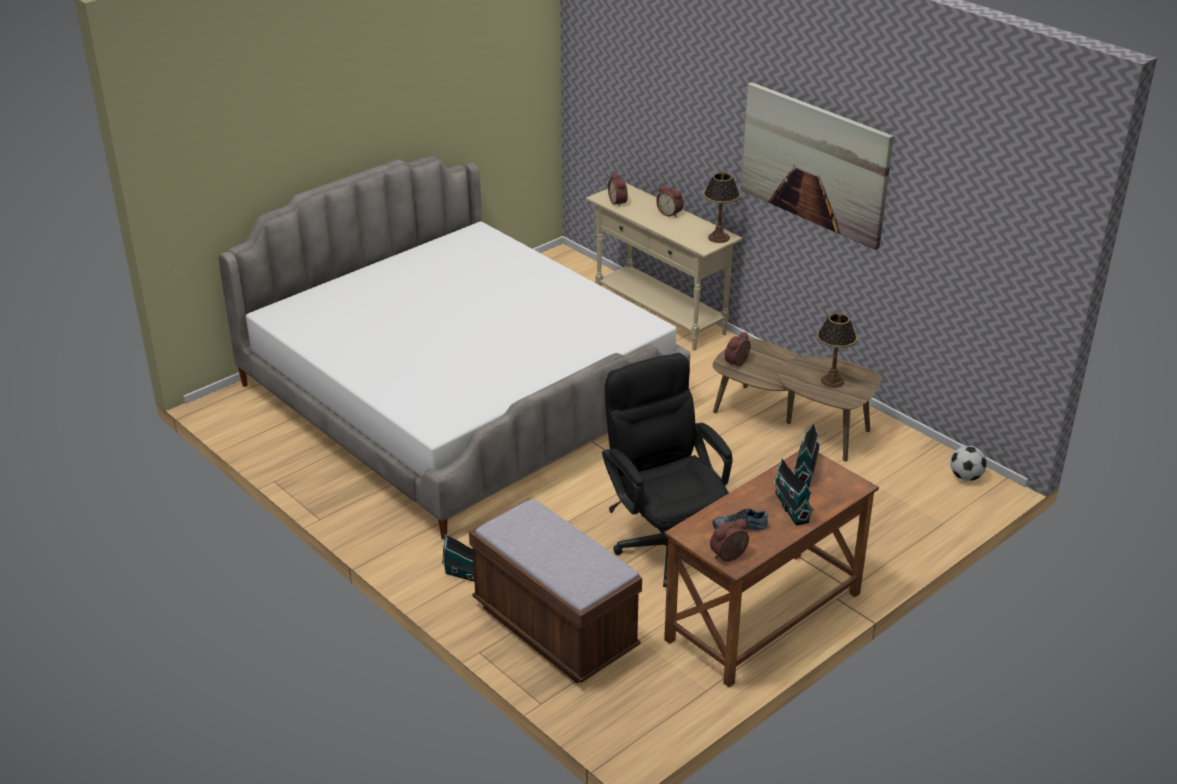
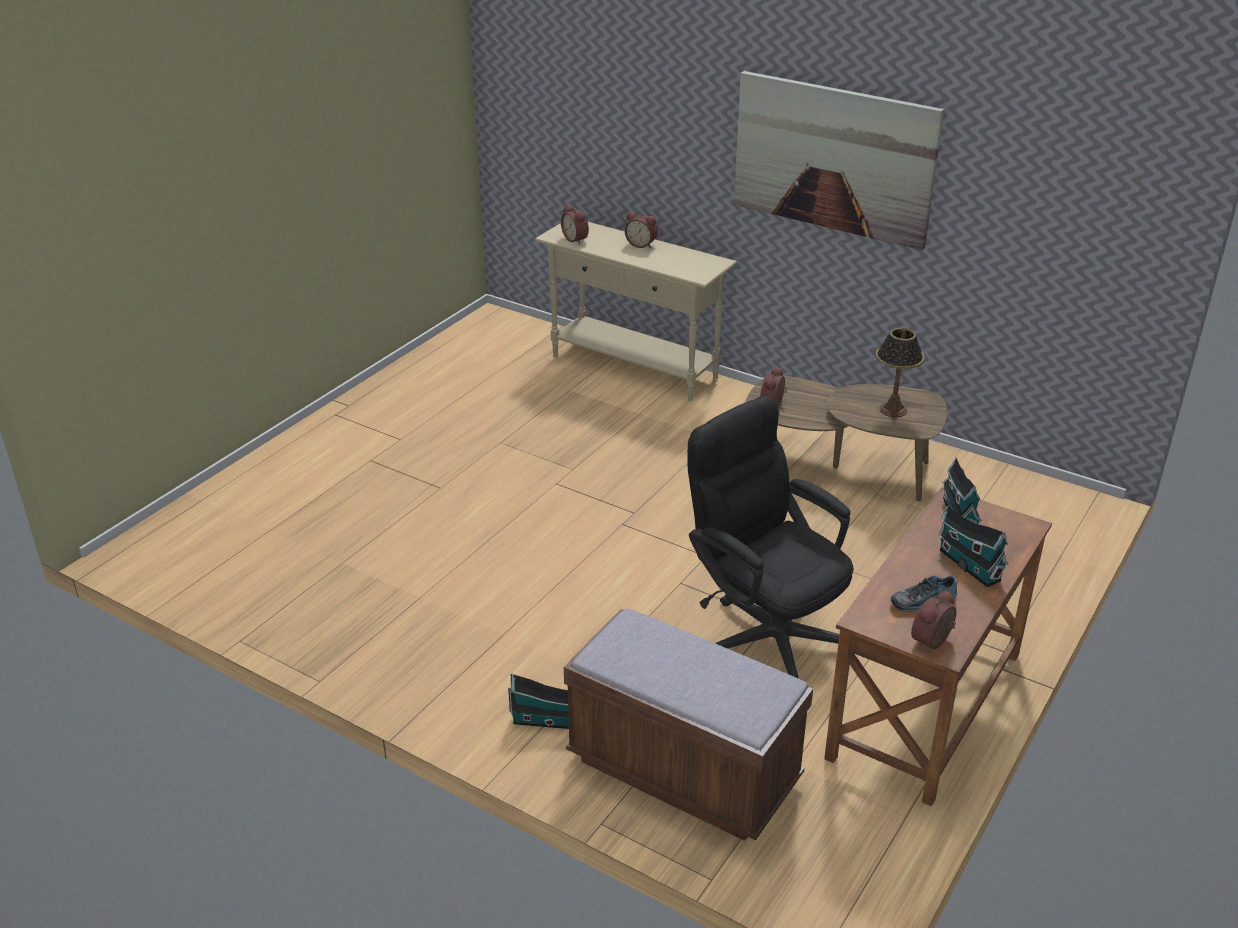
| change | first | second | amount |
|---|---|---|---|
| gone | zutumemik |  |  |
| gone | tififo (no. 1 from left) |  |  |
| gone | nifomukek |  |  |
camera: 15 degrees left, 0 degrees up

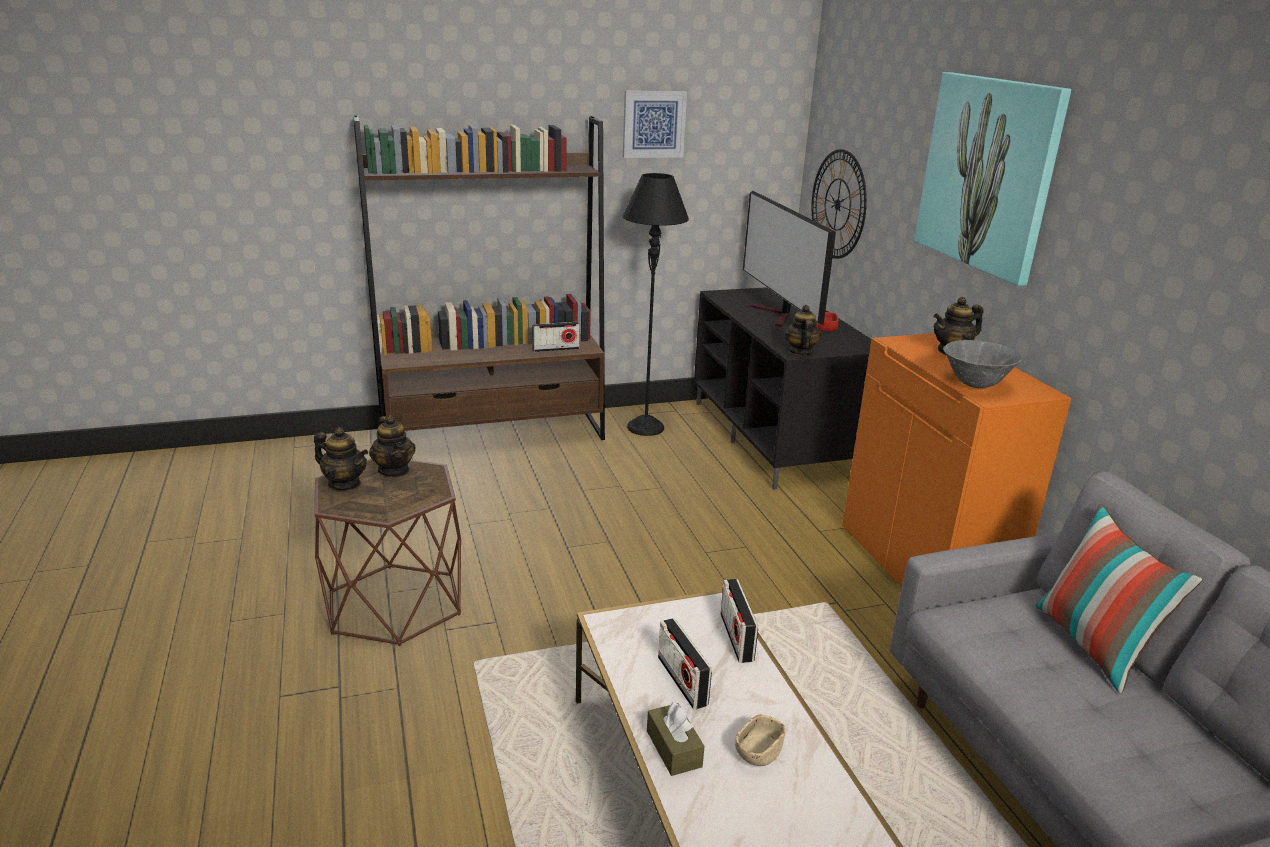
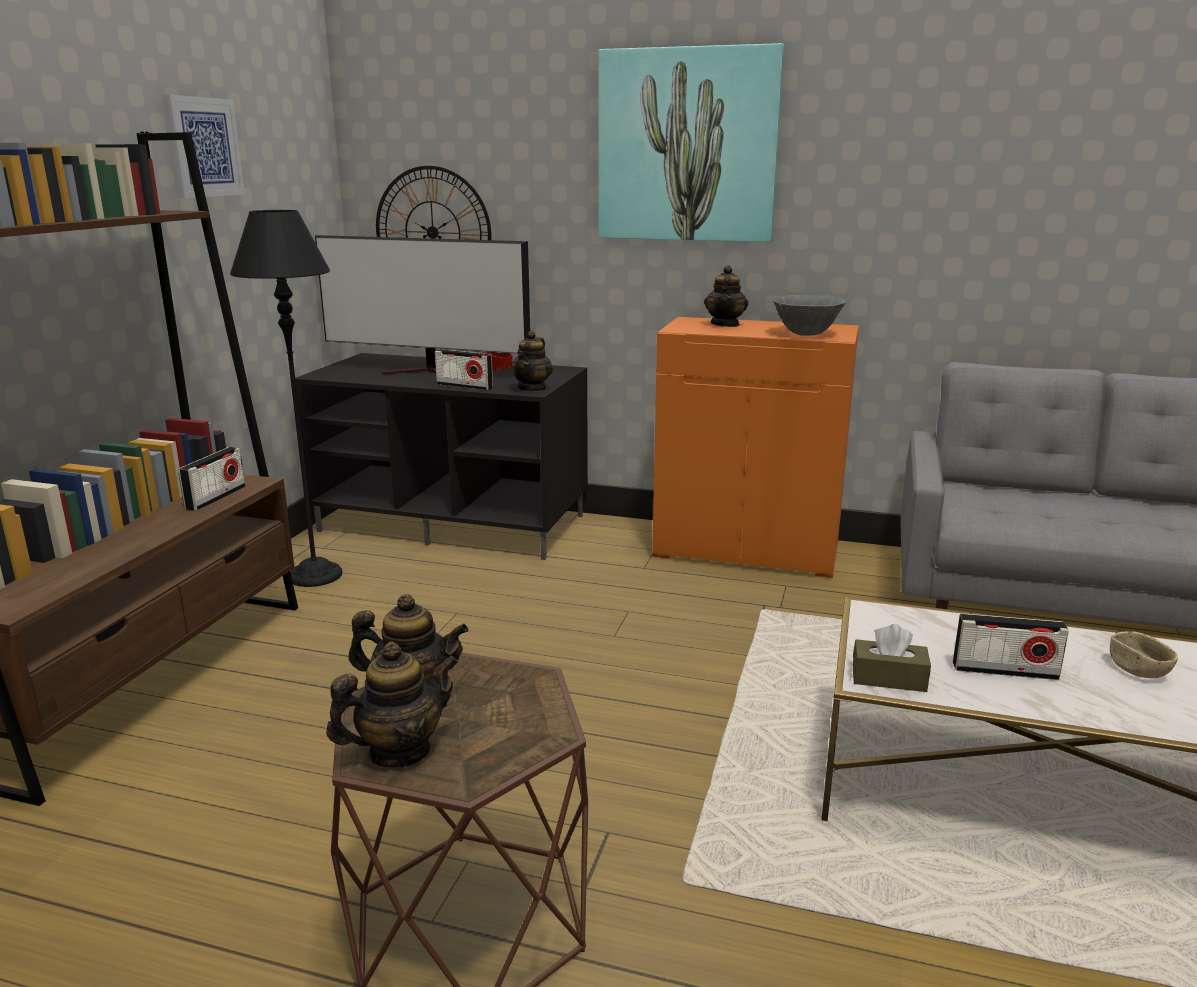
| change | first | second | amount |
|---|---|---|---|
| shifted | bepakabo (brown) |  |  |
| shifted | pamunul (no. 3 from left in the first image) | pamunul (no. 2 from left) |  |
| rotated | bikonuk (no. 3 from left) |  | 105 degrees counterclockwise |
| gone | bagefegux |  |  |
camera: 55 degrees left, 5 degrees down

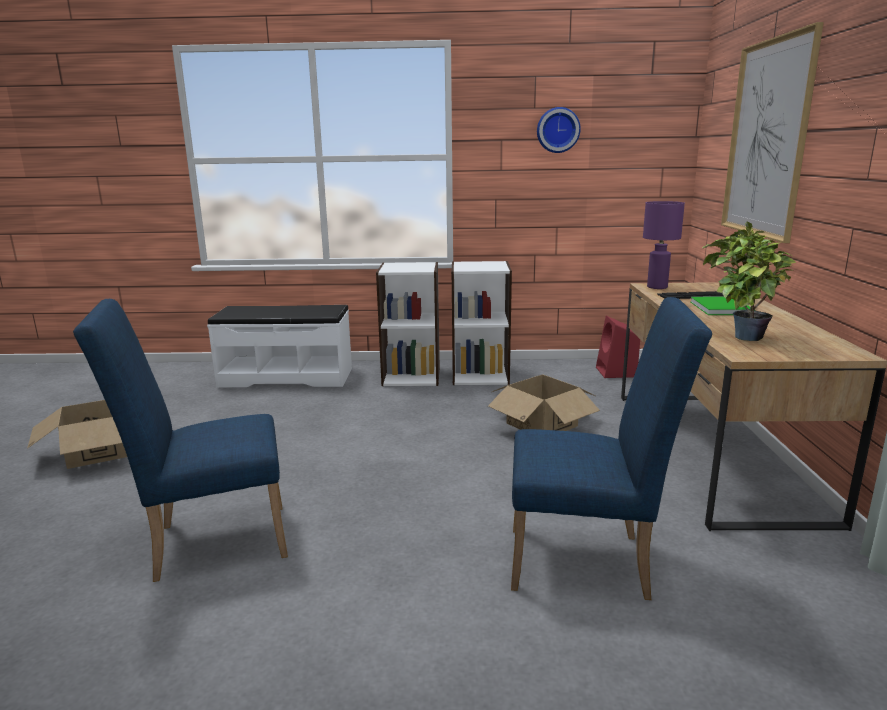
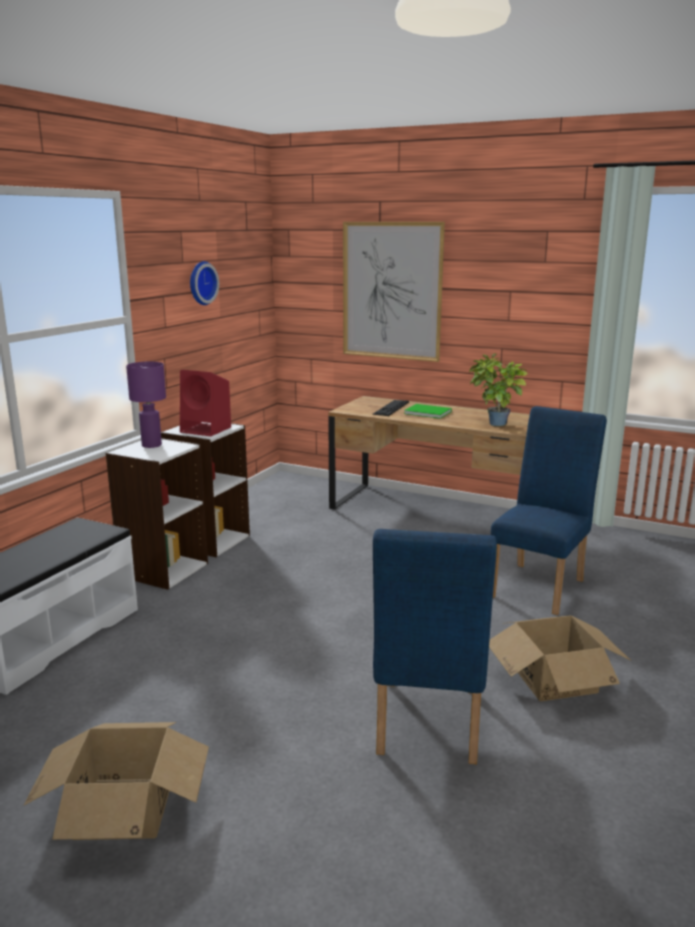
| change | first | second | amount |
|---|---|---|---|
| shifted | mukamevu (no. 2 from left) |  |  |
| shifted | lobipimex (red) |  |  |
| shifted | tififo (purple) |  |  |
camera: 65 degrees left, 0 degrees up

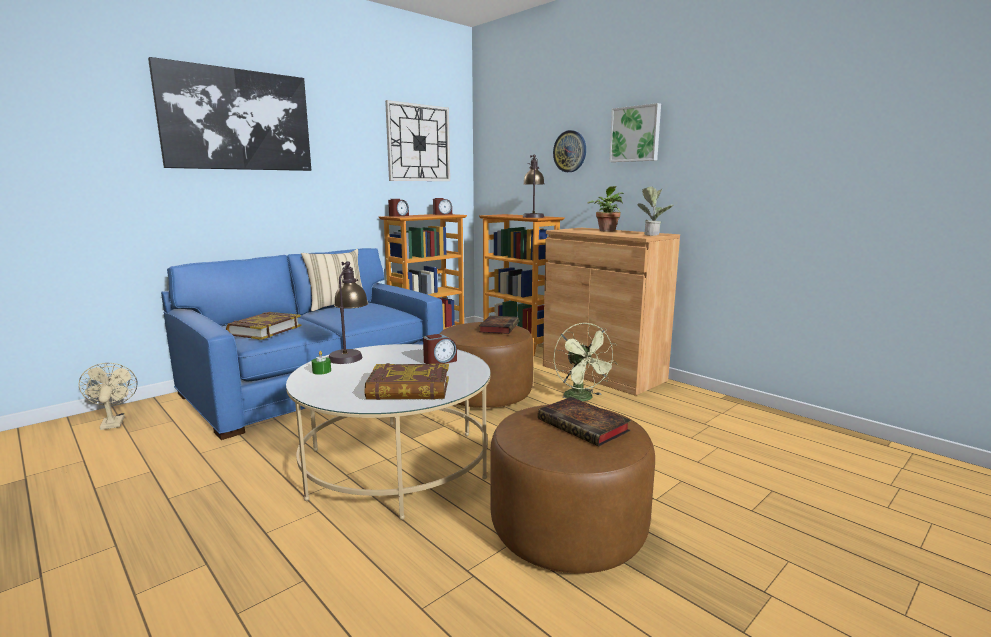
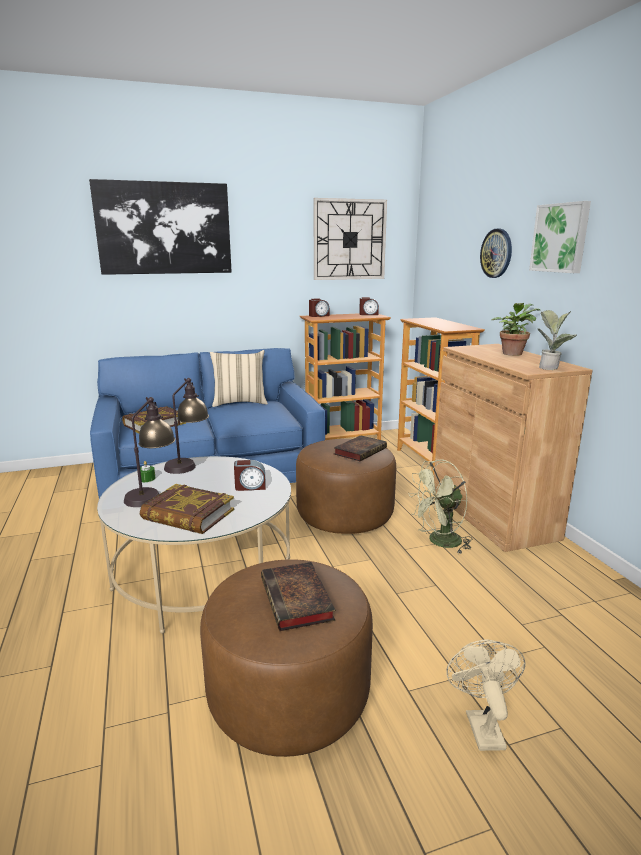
| change | first | second | amount |
|---|---|---|---|
| shifted | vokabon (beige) |  |  |
| shifted | tififo (no. 2 from left in the first image) | tififo (no. 1 from left) |  |
| rotated | vokabon (green) |  | 60 degrees clockwise |
camera: 25 degrees right, 5 degrees up

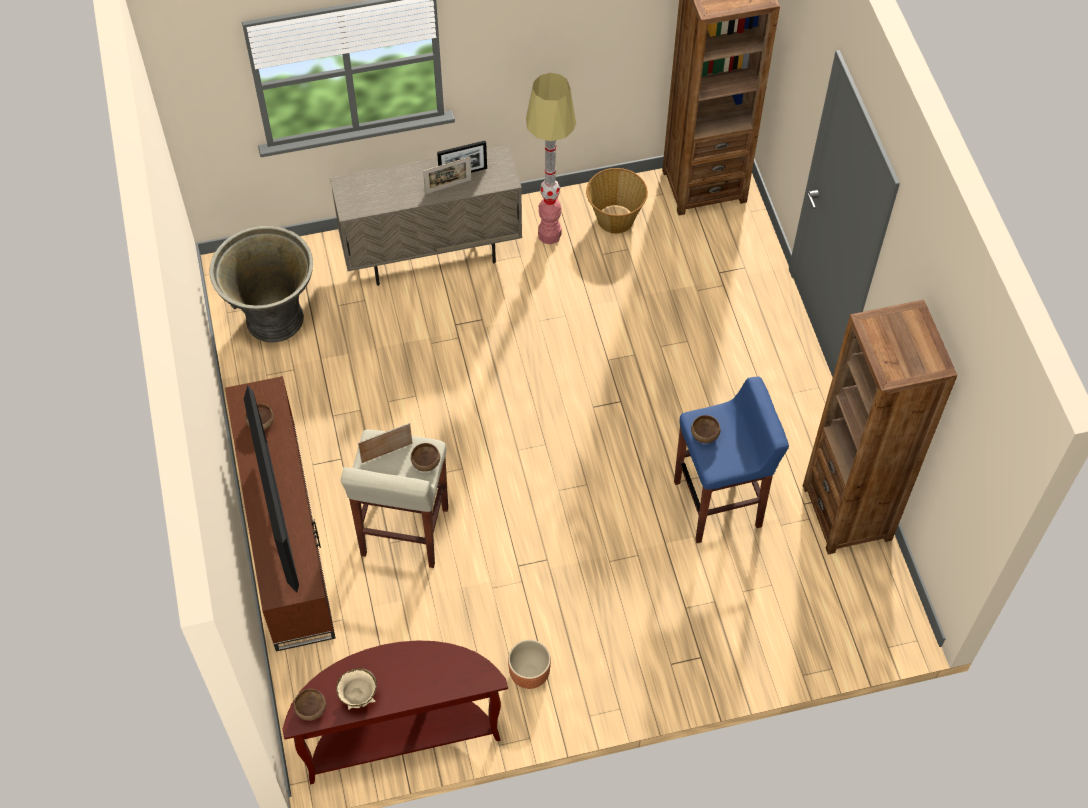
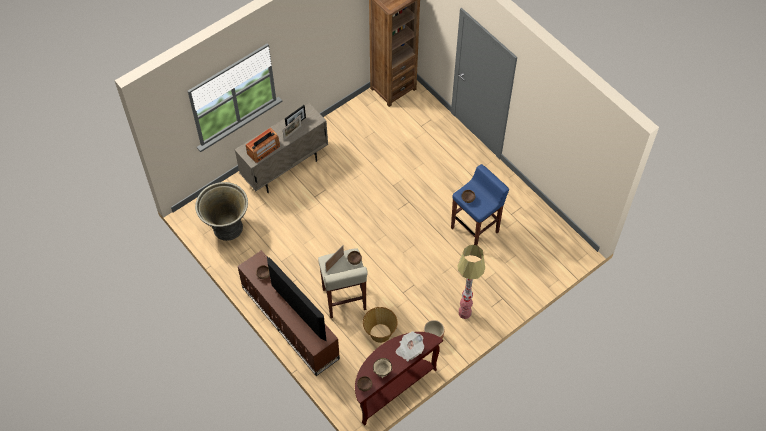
| change | first | second | amount |
|---|---|---|---|
| shifted | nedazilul |  |  |
| shifted | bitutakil |  |  |
| gone | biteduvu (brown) (no. 2 from left) |  |  |
| new |  | pamunul |  |
| new |  | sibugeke |  |
camera: 25 degrees left, 0 degrees up

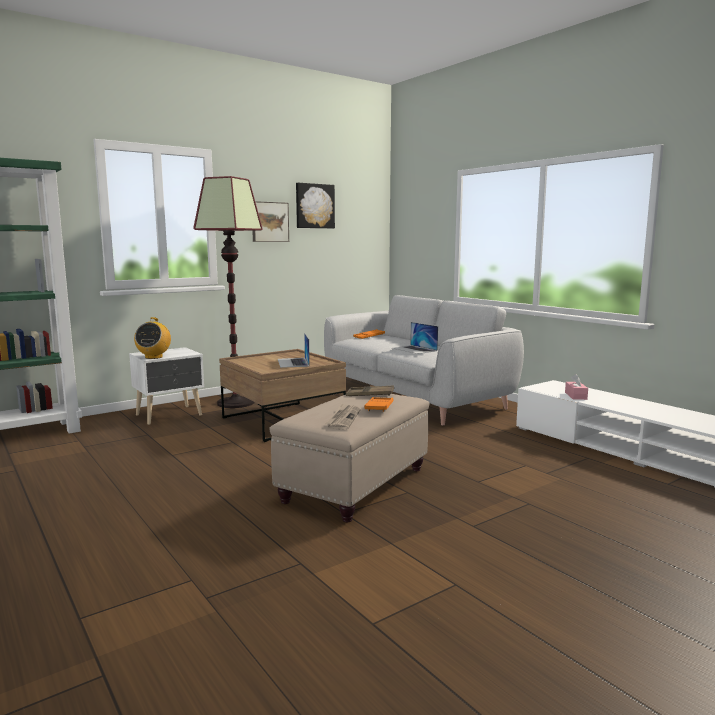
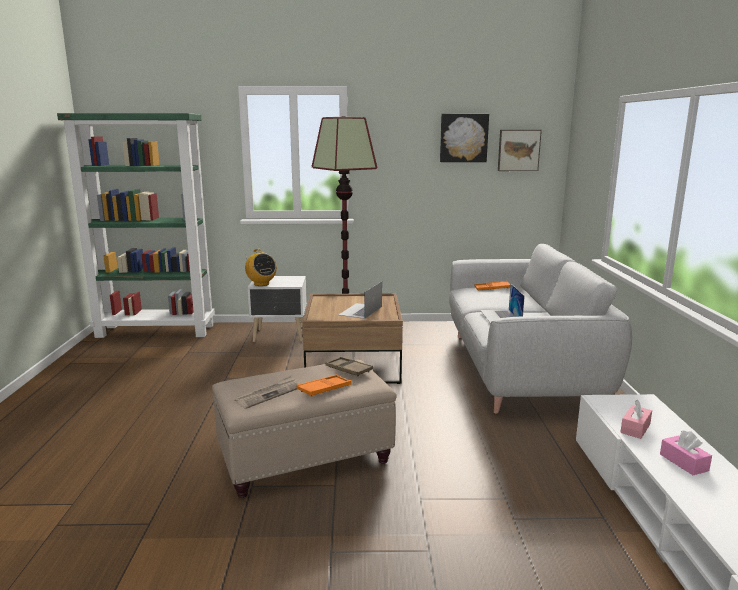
| change | first | second | amount |
|---|---|---|---|
| rotated | pamunul |  | 75 degrees counterclockwise |
| shifted | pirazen (no. 1 from left in the first image) | pirazen (no. 2 from left) |  |
| new |  | bepakabo (pink) (no. 2 from left) |  |
camera: 35 degrees right, 5 degrees up

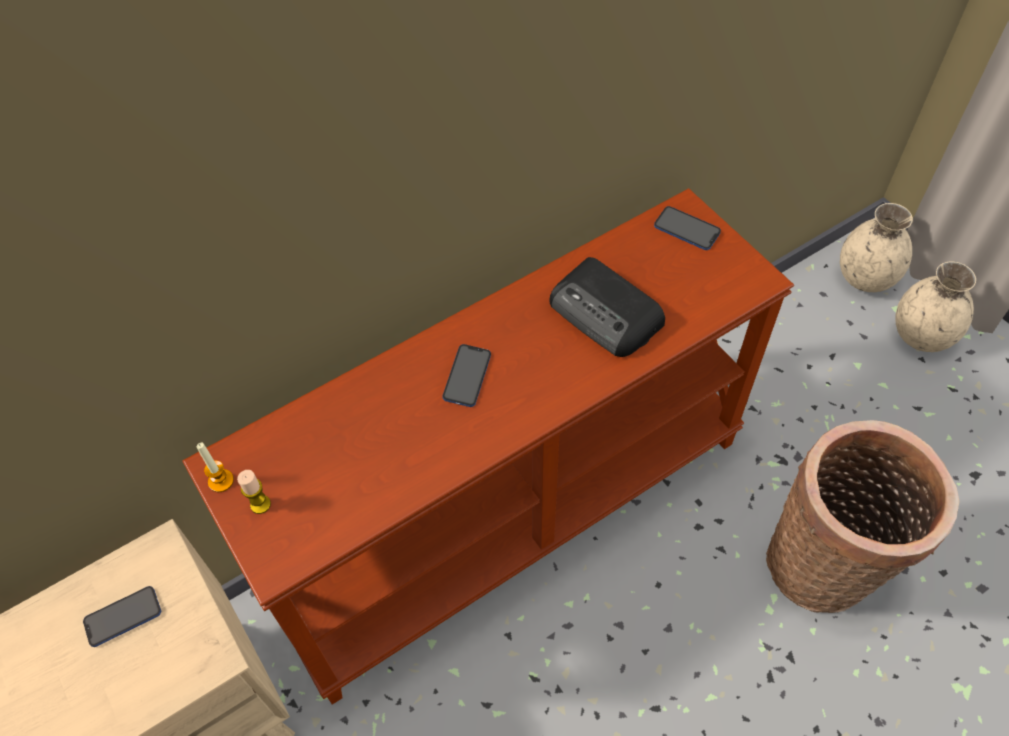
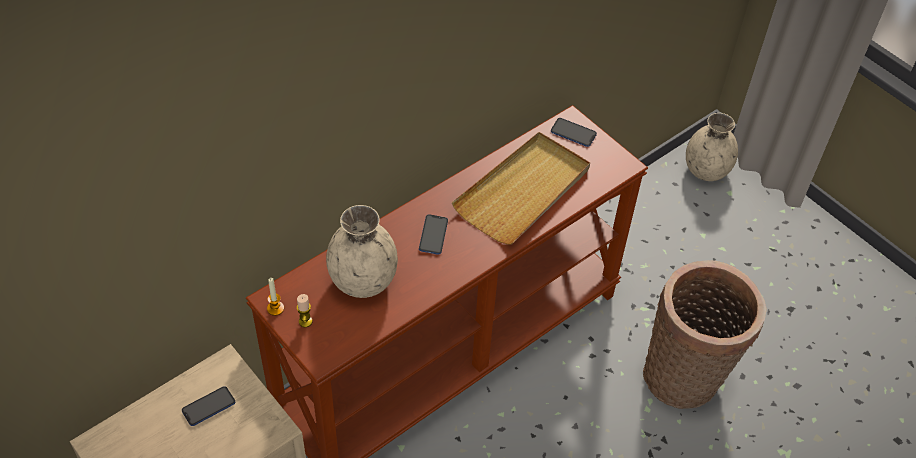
| change | first | second | amount |
|---|---|---|---|
| swapped | pamunul | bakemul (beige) |  |
| shifted | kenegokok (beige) (no. 2 from left in the first image) | kenegokok (beige) (no. 1 from left) |  |
camera: 10 degrees left, 5 degrees down

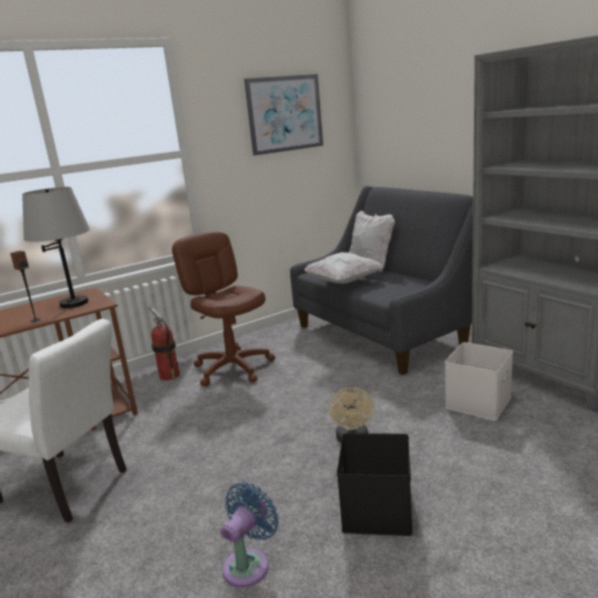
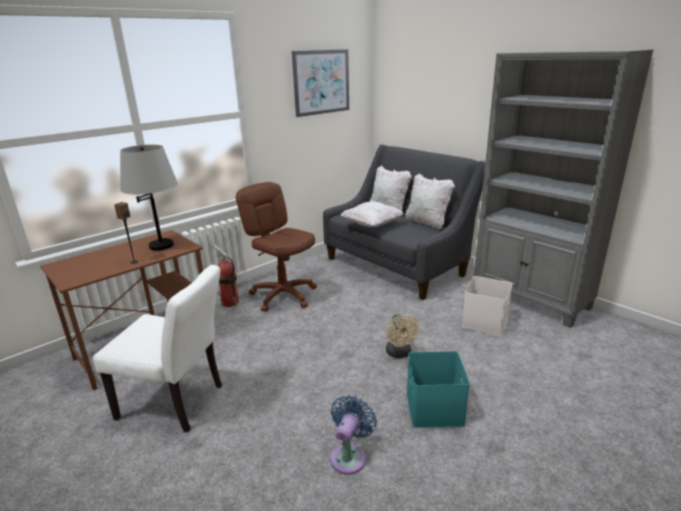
| change | first | second | amount |
|---|---|---|---|
| repainted | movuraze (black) | movuraze (turquoise) |  |
| new |  | bagefegux (white) (no. 3 from left) |  |
camera: 10 degrees left, 5 degrees up

